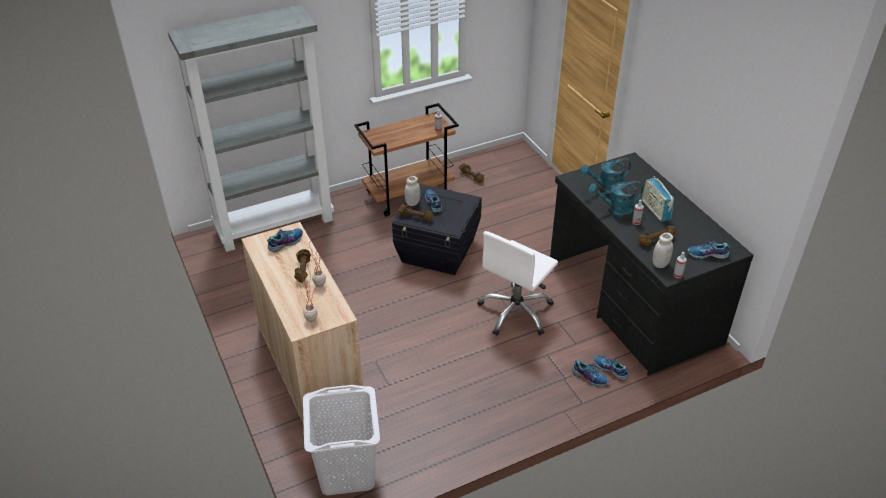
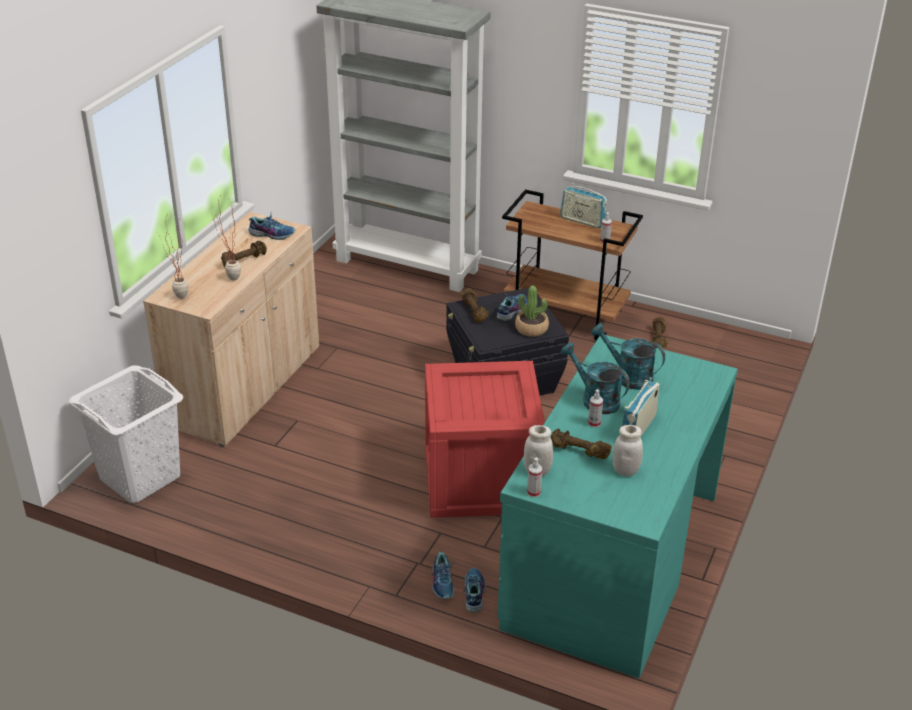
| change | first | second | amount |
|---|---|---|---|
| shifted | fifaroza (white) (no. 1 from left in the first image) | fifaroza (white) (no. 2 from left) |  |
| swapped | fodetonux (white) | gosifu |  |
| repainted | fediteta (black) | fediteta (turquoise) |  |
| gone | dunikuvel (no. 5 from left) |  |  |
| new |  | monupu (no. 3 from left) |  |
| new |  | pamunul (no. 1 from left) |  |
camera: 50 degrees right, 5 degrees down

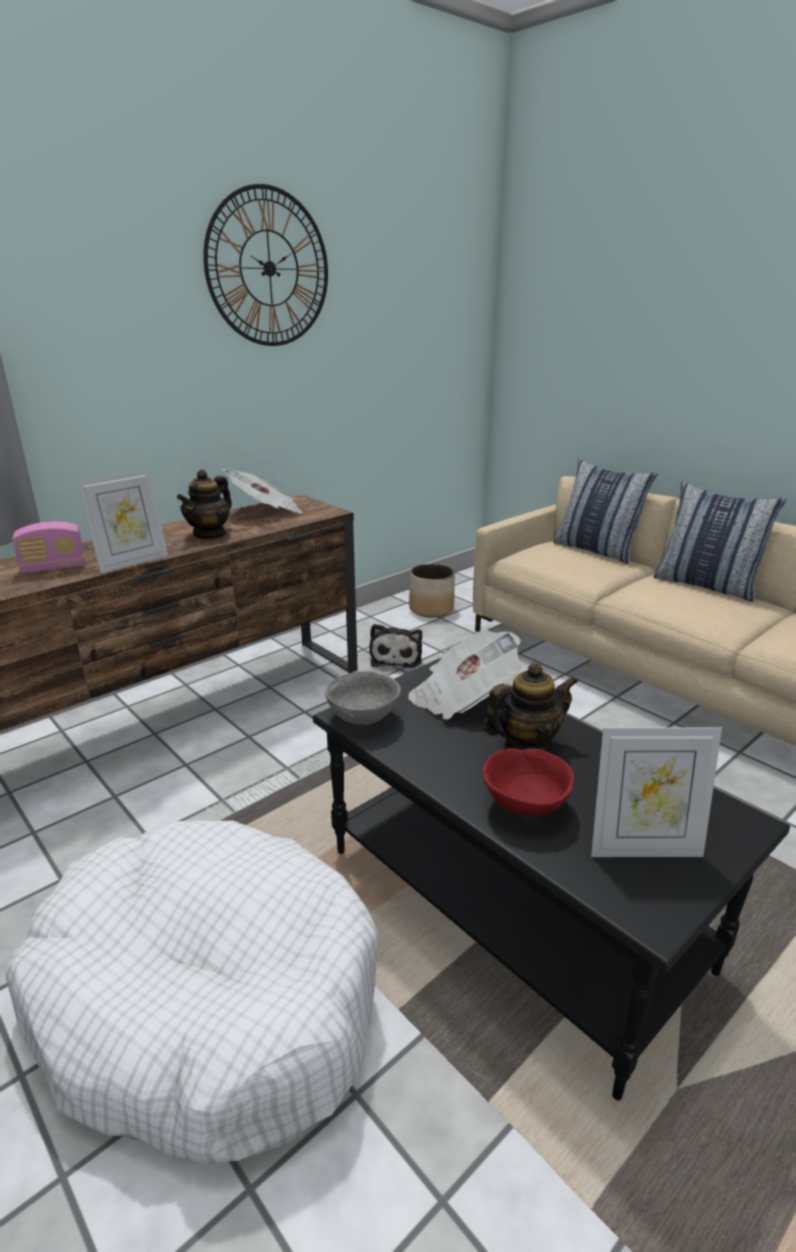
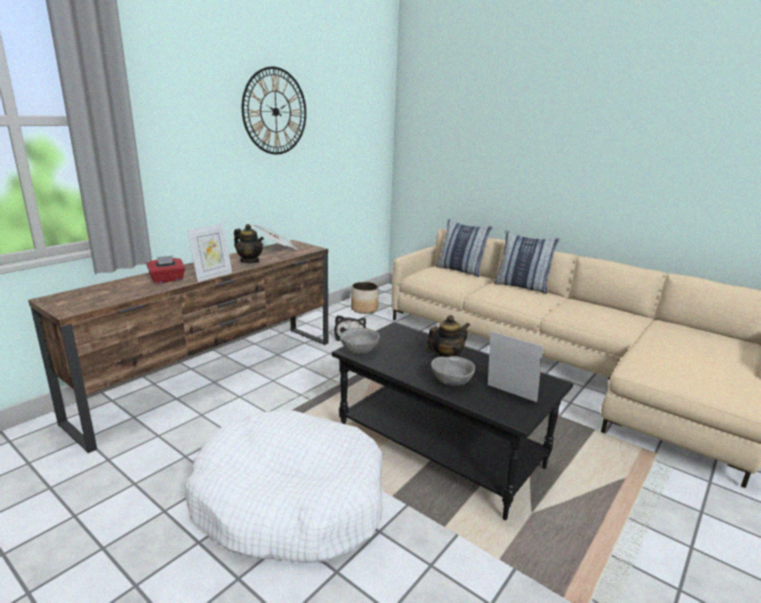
| change | first | second | amount |
|---|---|---|---|
| swapped | pamunul | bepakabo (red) |  |
| rotated | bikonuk (no. 1 from left) |  | 75 degrees counterclockwise |
| gone | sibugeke (no. 2 from left) |  |  |
| repainted | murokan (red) | murokan (grey) (no. 2 from left) |  |
| rotated | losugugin (no. 2 from left) |  | 135 degrees counterclockwise |
camera: 10 degrees left, 5 degrees down

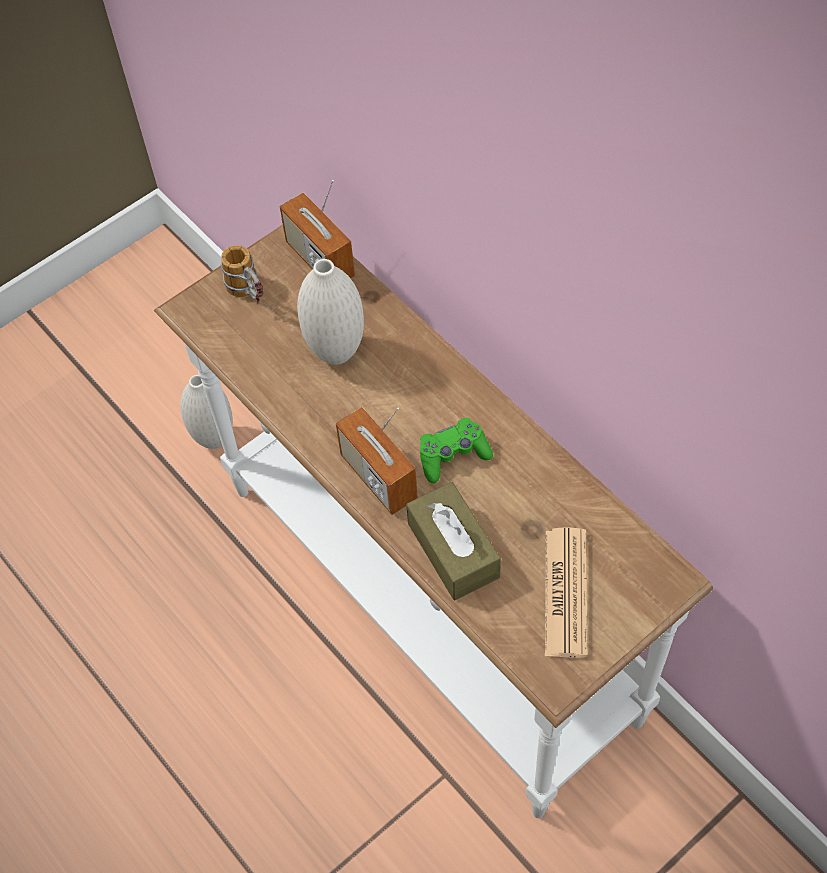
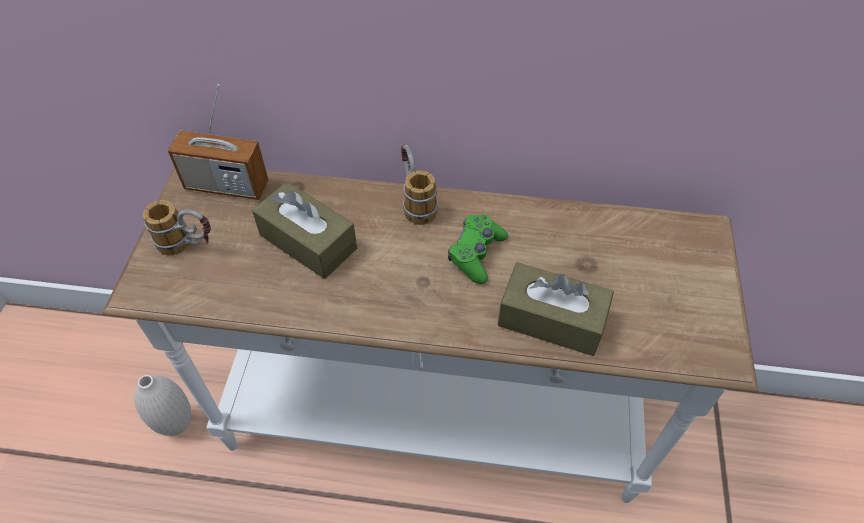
| change | first | second | amount |
|---|---|---|---|
| swapped | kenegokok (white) (no. 2 from left) | bepakabo (brown) (no. 1 from left) |  |
| gone | pamunul (no. 2 from left) |  |  |
| gone | sibugeke |  |  |
| new |  | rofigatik (no. 2 from left) |  |
camera: 45 degrees left, 5 degrees down

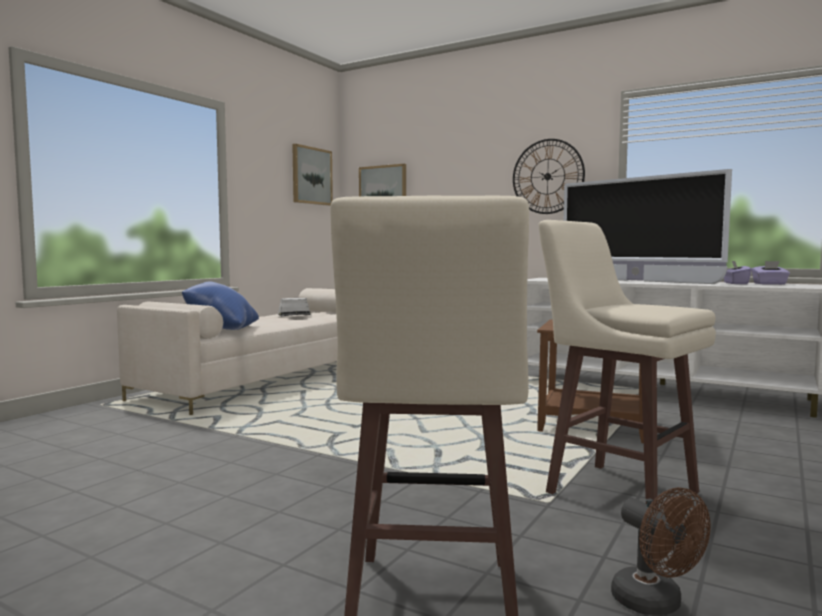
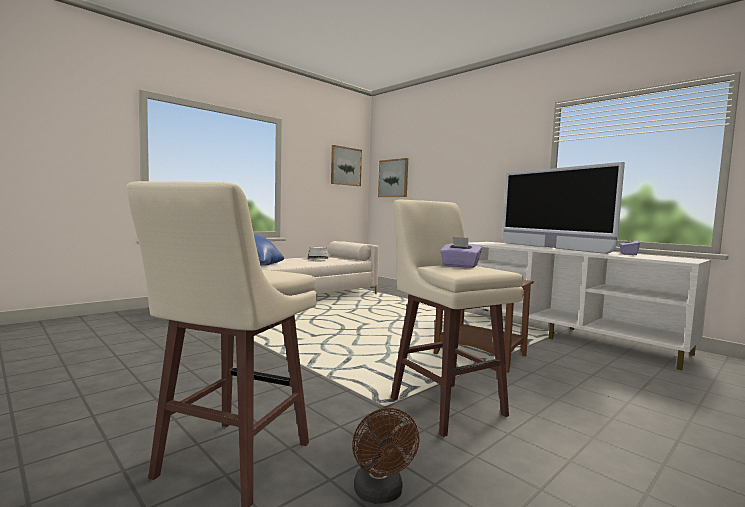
| change | first | second | amount |
|---|---|---|---|
| gone | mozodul |  |  |
| shifted | bepakabo (purple) (no. 2 from left in the first image) | bepakabo (purple) (no. 1 from left) |  |
camera: 15 degrees right, 0 degrees up

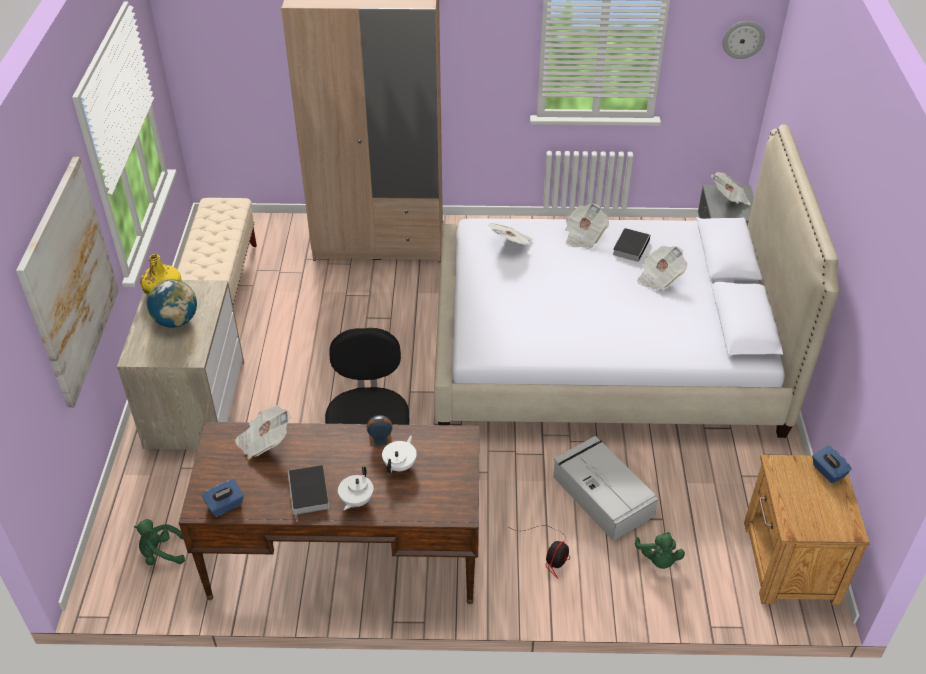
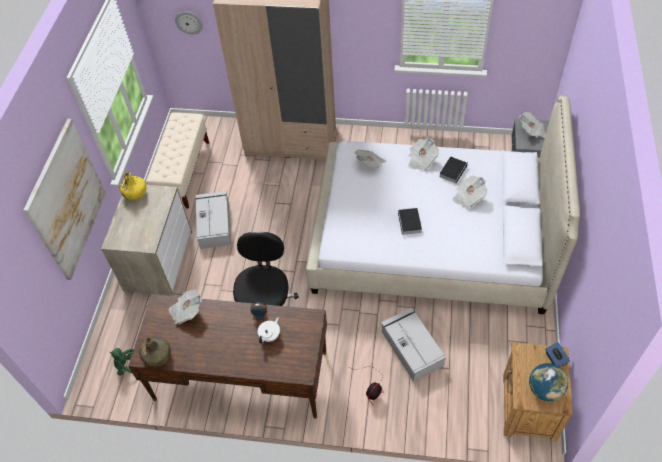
| change | first | second | amount |
|---|---|---|---|
| shifted | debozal |  |  |
| swapped | bepakabo (blue) (no. 1 from left) | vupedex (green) |  |
| shifted | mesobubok (no. 1 from left) |  |  |
| gone | bikonuk (white) (no. 1 from left) |  |  |
| gone | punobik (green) (no. 2 from left) |  |  |
| shifted | mozodul |  |  |
| new |  | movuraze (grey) (no. 1 from left) |  |
camera: 10 degrees right, 10 degrees up

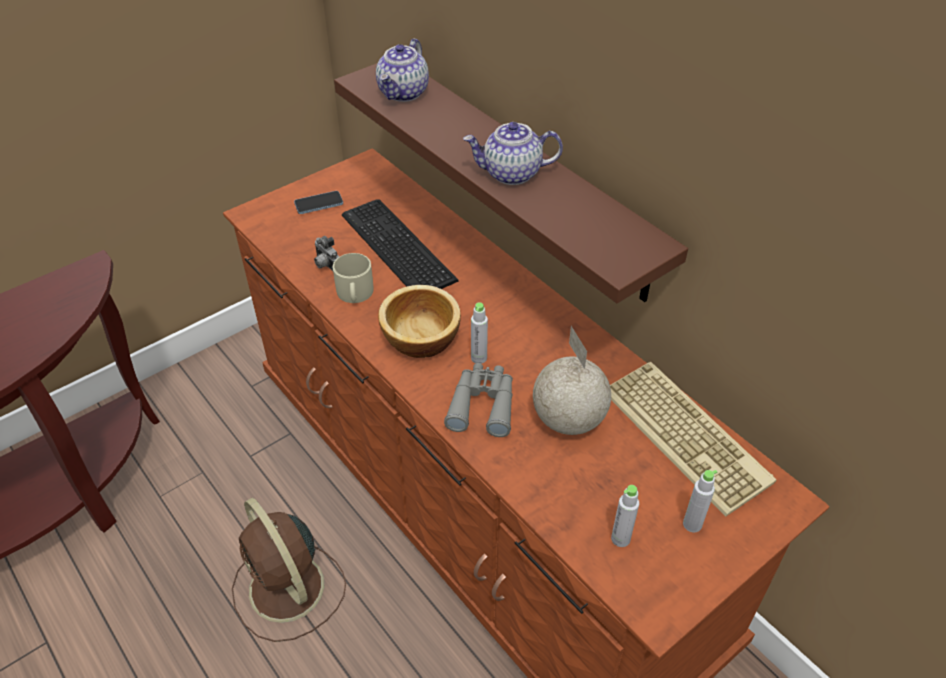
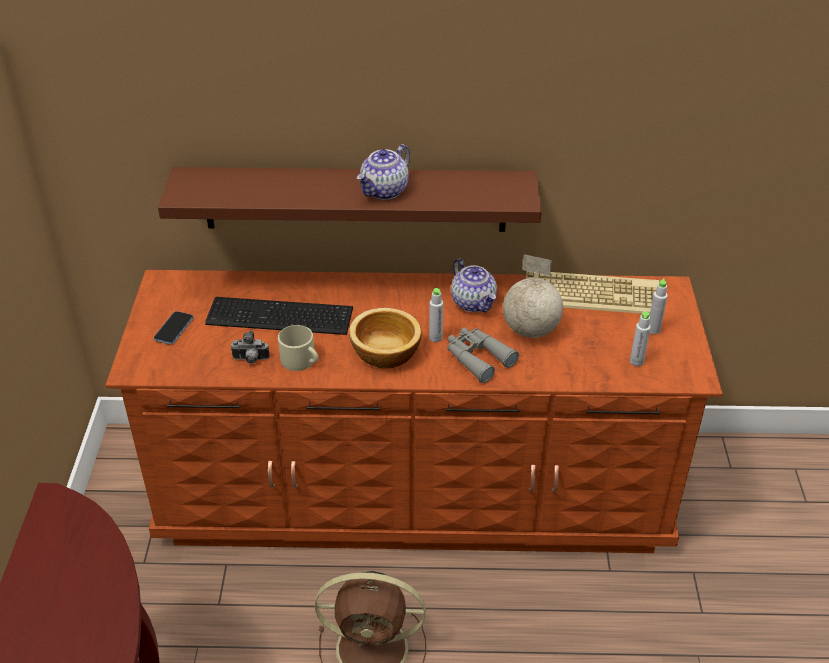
| change | first | second | amount |
|---|---|---|---|
| shifted | bikonuk (no. 1 from left in the first image) | bikonuk (no. 2 from left) |  |
camera: 50 degrees left, 5 degrees down

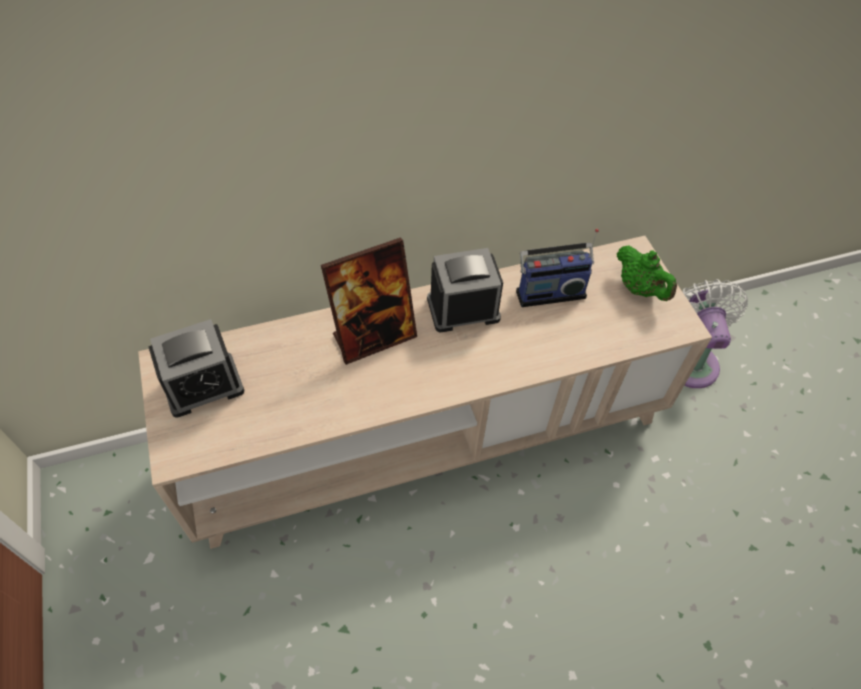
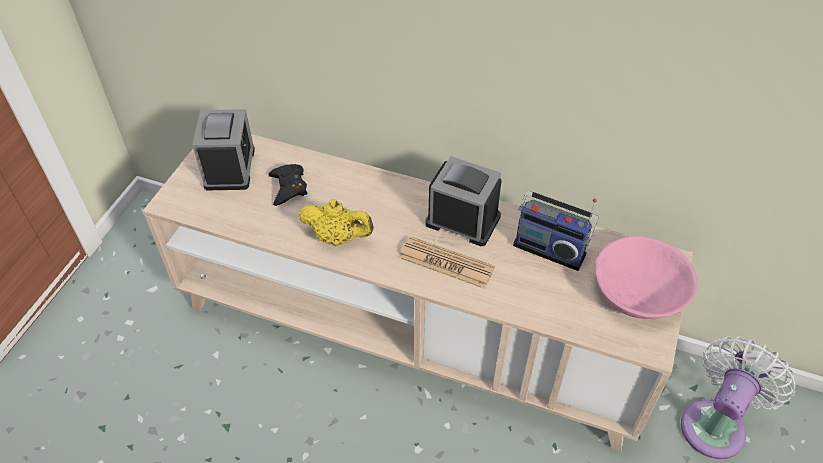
| change | first | second | amount |
|---|---|---|---|
| rotated | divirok (no. 1 from left) |  | 105 degrees counterclockwise |
| gone | losugugin |  |  |
| swapped | bikonuk (green) | murokan (pink) |  |
| new |  | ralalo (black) |  |
| new |  | bikonuk (yellow) |  |
| new |  | sibugeke |  |
camera: 40 degrees right, 5 degrees down

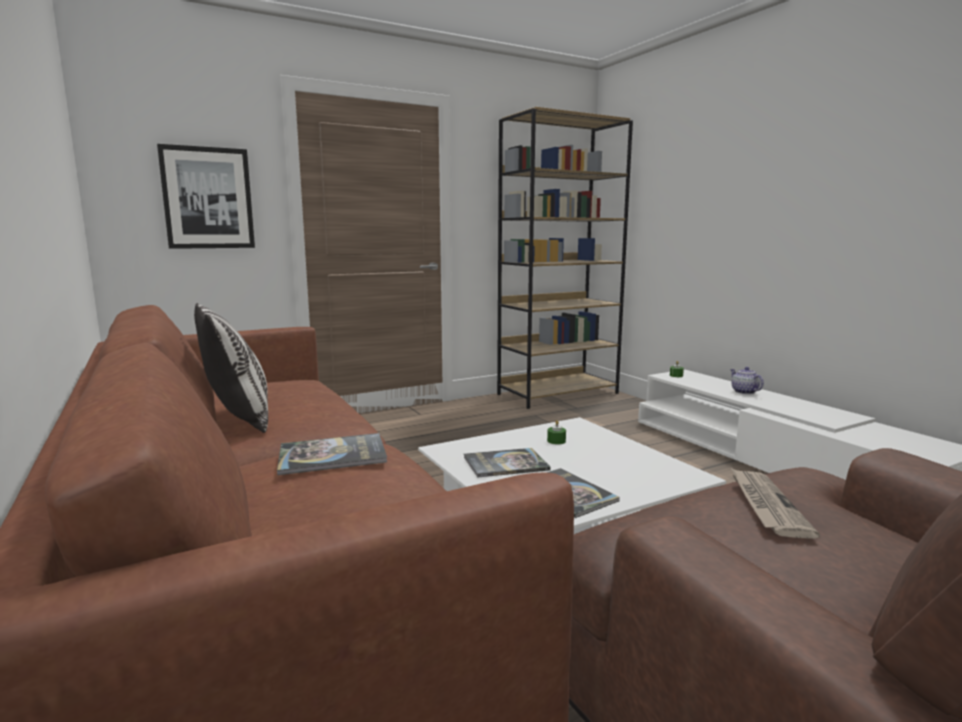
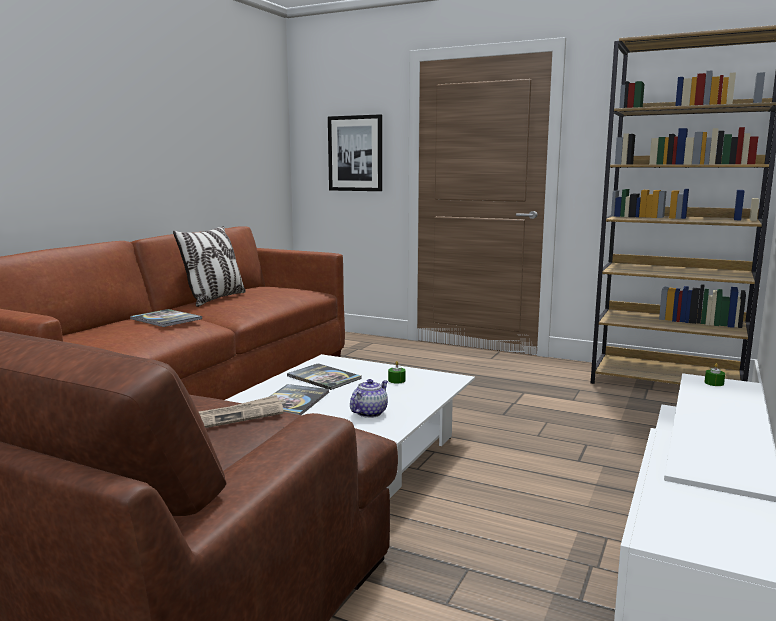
| change | first | second | amount |
|---|---|---|---|
| shifted | bikonuk |  |  |
camera: 55 degrees right, 0 degrees up

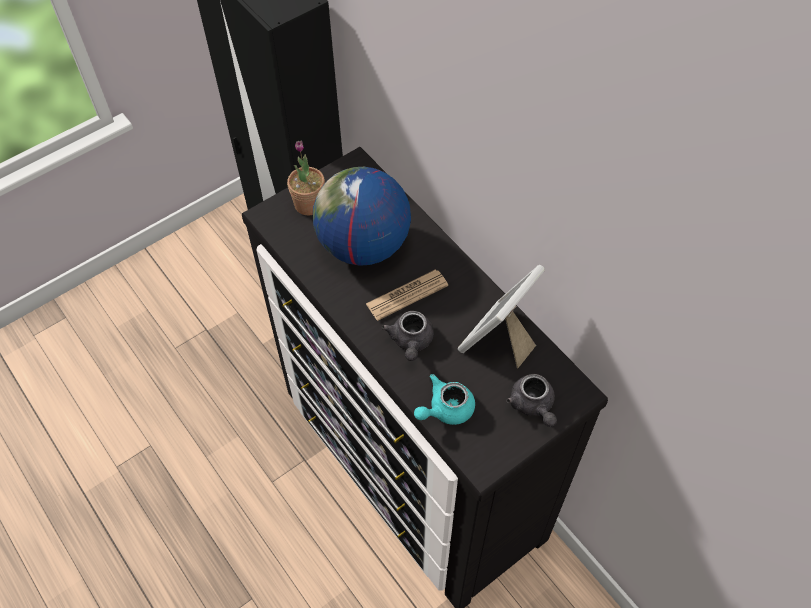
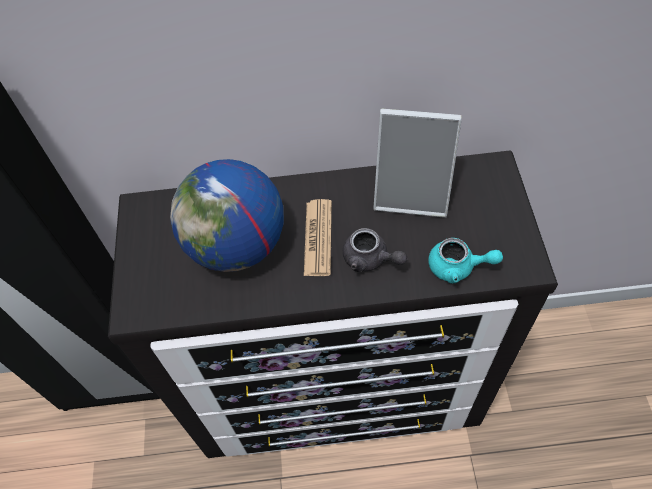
| change | first | second | amount |
|---|---|---|---|
| gone | monupu |  |  |
| rotated | bikonuk (turquoise) |  | 75 degrees counterclockwise |
| rotated | losugugin |  | 60 degrees counterclockwise |
| gone | bikonuk (grey) (no. 2 from left) |  |  |
camera: 55 degrees left, 0 degrees up

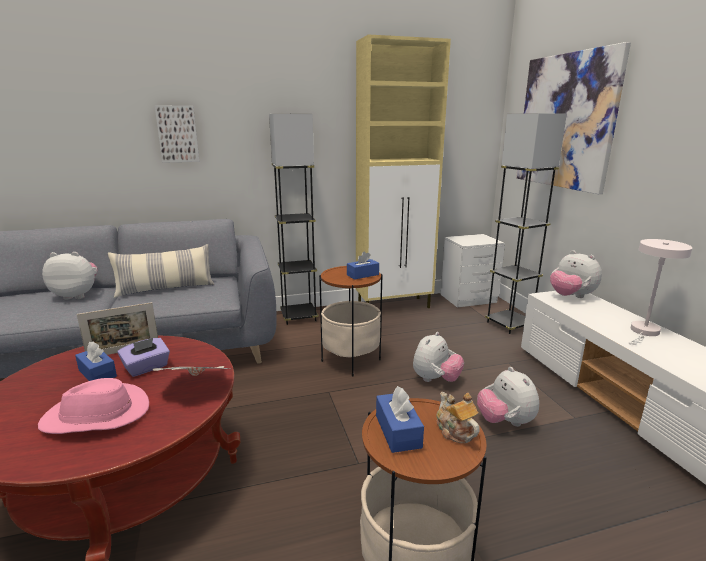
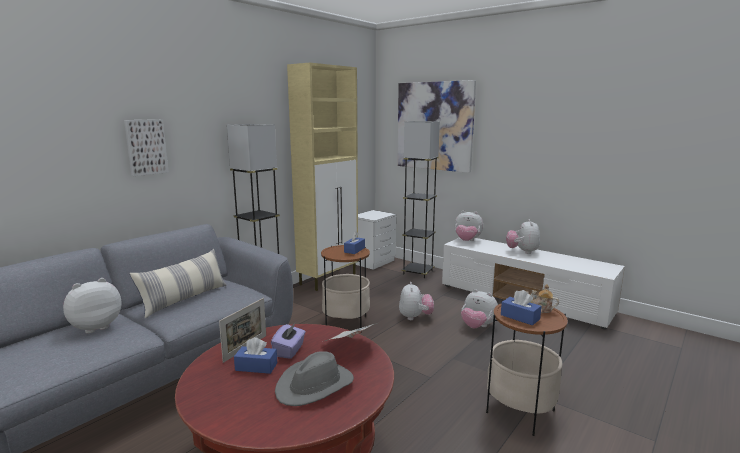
| change | first | second | amount |
|---|---|---|---|
| repainted | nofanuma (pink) | nofanuma (grey) |  |
| swapped | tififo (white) | punobik (no. 5 from left) |  |
camera: 35 degrees left, 5 degrees down

